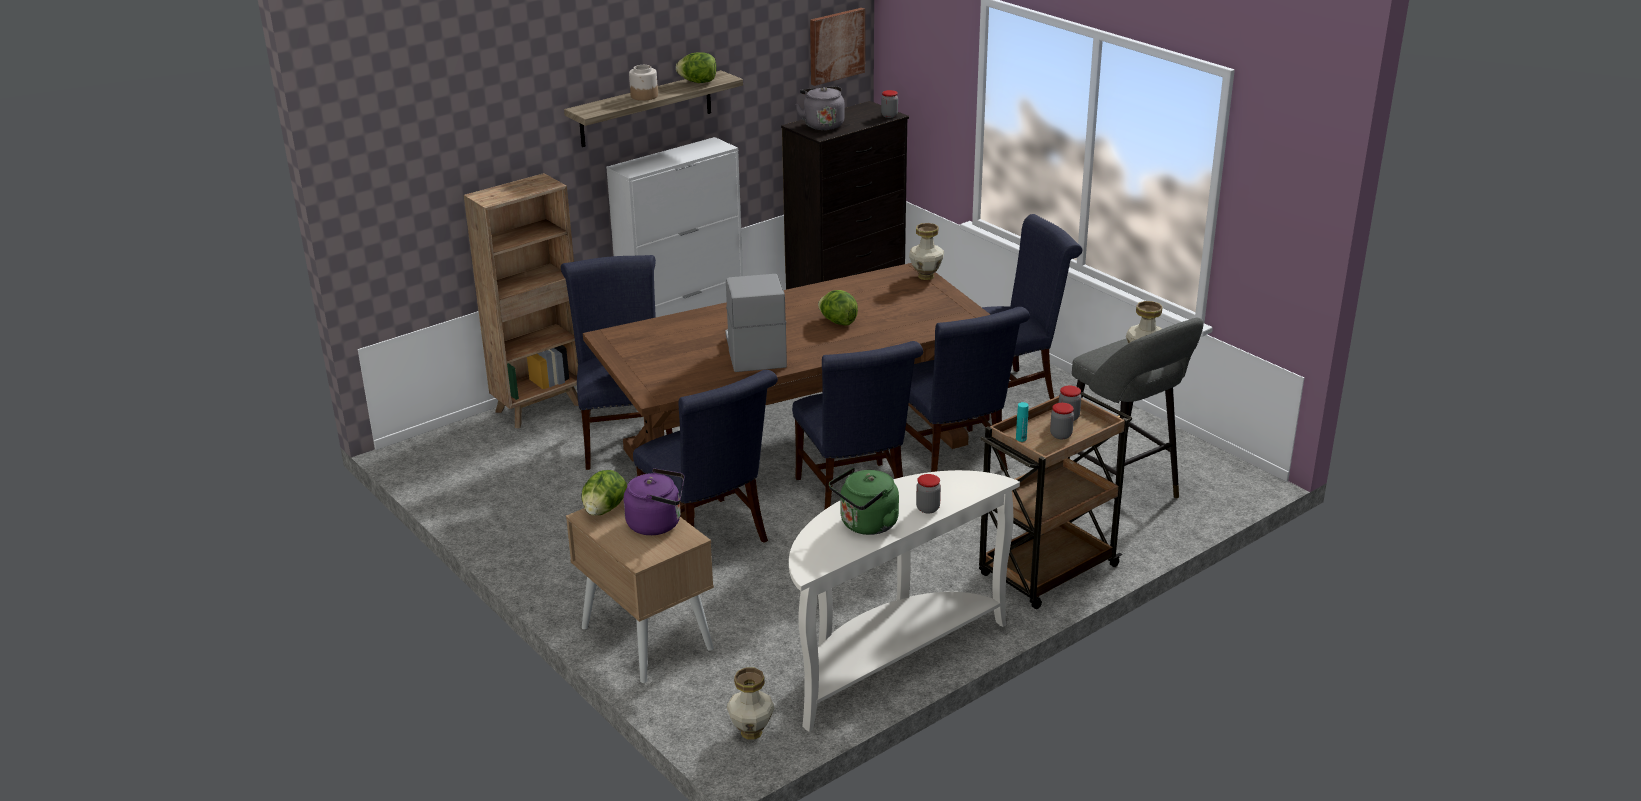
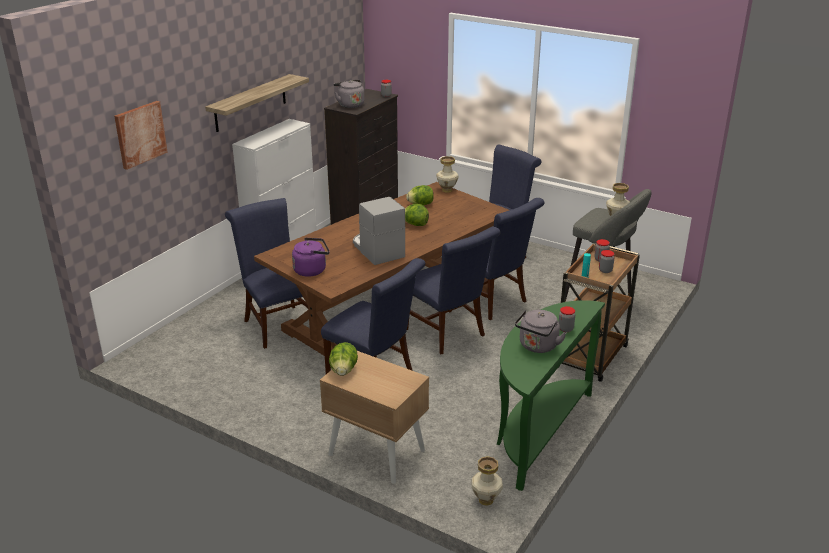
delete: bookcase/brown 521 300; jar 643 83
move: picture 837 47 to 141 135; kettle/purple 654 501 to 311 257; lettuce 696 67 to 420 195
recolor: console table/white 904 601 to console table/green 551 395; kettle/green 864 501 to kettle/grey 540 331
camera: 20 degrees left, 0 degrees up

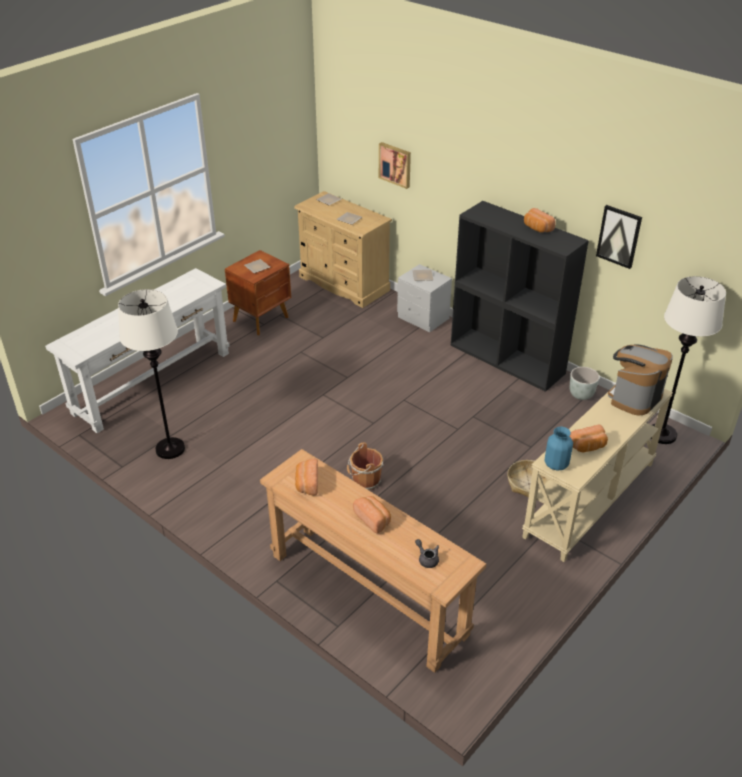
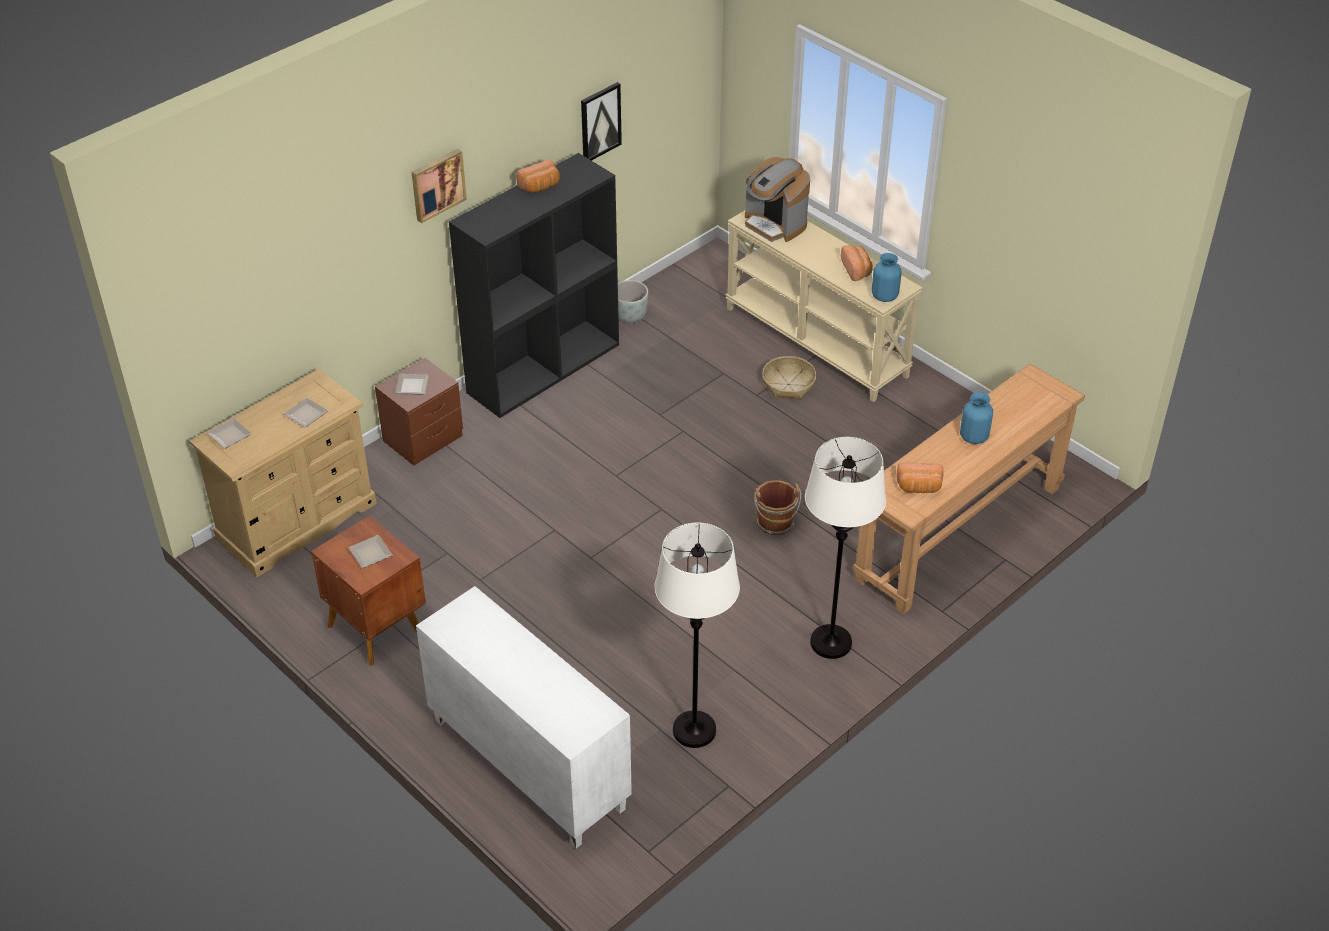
delete: teapot/grey 427 553
move: picture 395 165 to 439 185; floor lamp/white 688 360 to 845 548
replace: console table/white 137 350 to cabinet/white 524 717; bread 372 514 to vase/blue 976 418
recolor: nightstand/grey 424 298 to nightstand/brown 419 412
camera: 85 degrees left, 5 degrees up

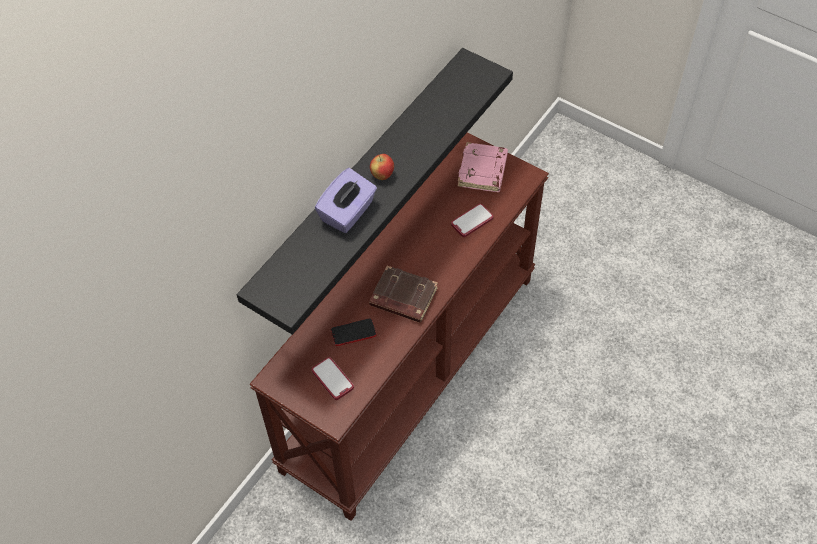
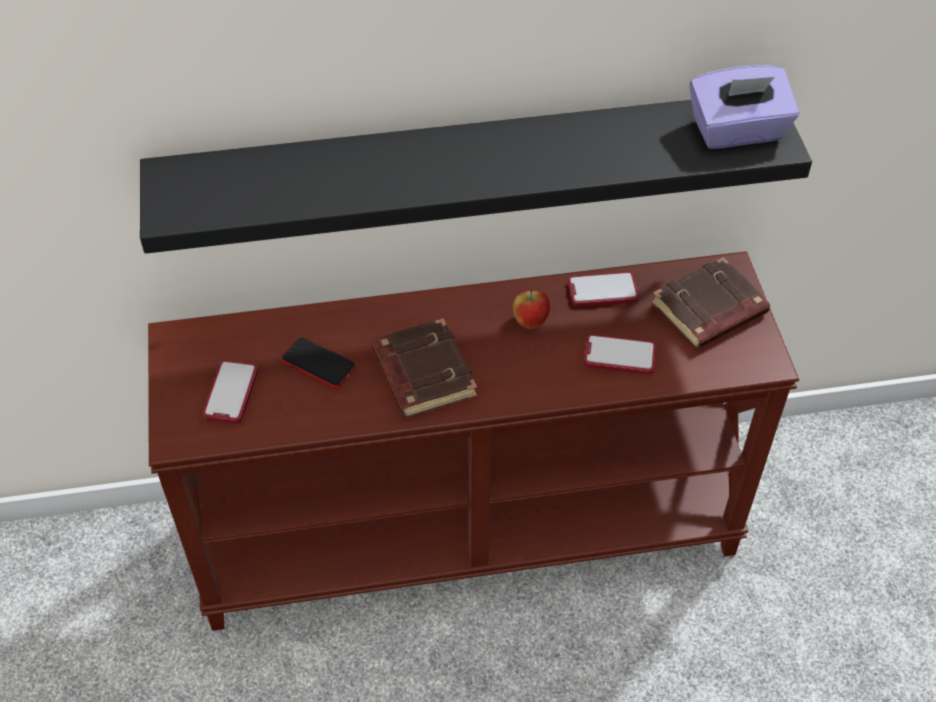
insert: phone 603 289
move: apple 382 167 to 531 309; tissue box/purple 346 200 to 744 107
recolor: book/pink 482 167 to book/brown 711 303
camera: 45 degrees right, 5 degrees down

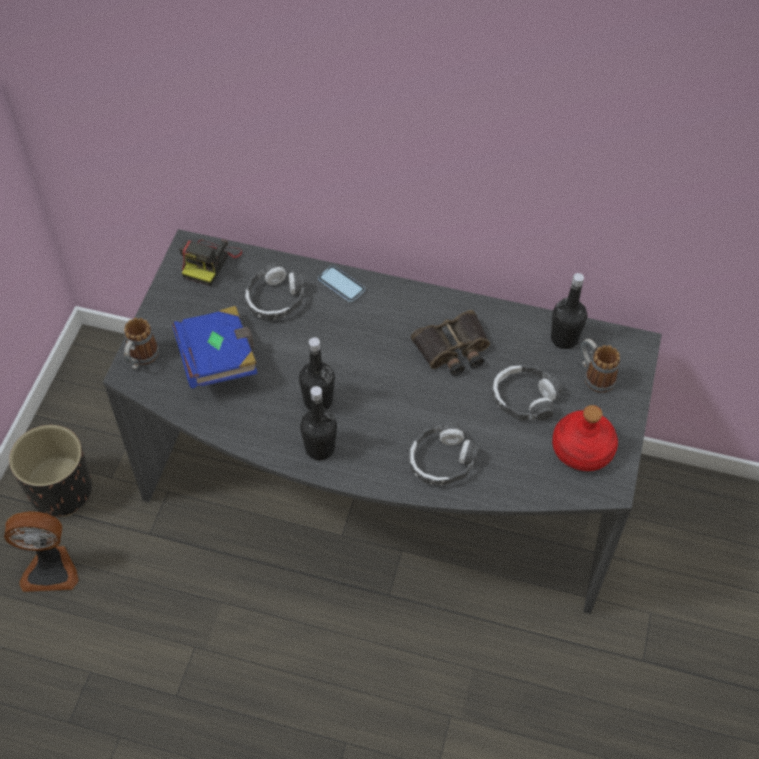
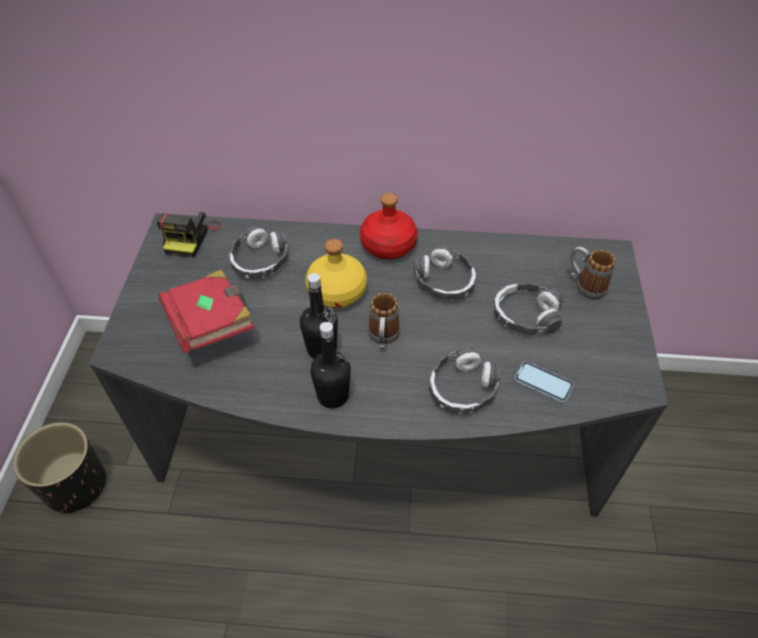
delete: fan 41 551; bottle/black 569 311
insert: bottle/yellow 336 273
move: bottle/red 585 438 to 389 226; mug 141 344 to 384 321; phone 341 283 to 544 382
replace: binoculars 450 343 to headphones 445 272
recolor: book/blue 215 347 to book/red 206 311
camera: 10 degrees left, 5 degrees down

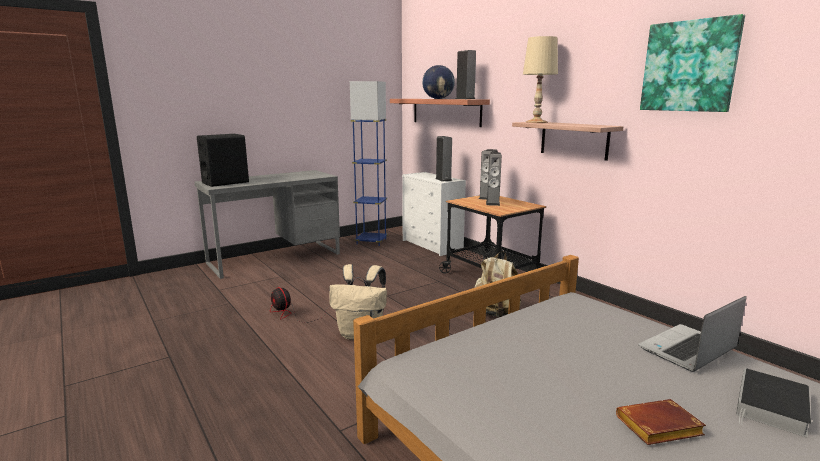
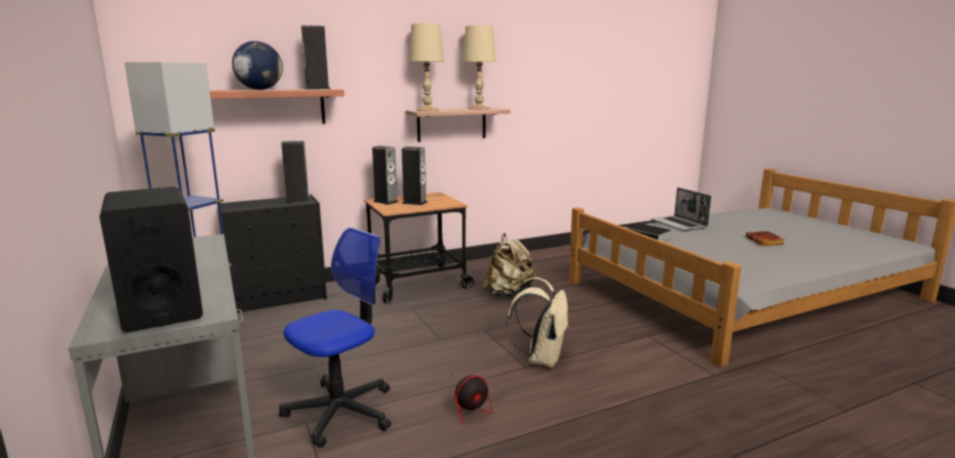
delete: picture 692 63
insert: office chair 335 337; table lamp/beige 479 67
move: book 773 402 to 648 233
recolor: dresser/white 434 214 to dresser/black 272 253
camera: 80 degrees left, 0 degrees up

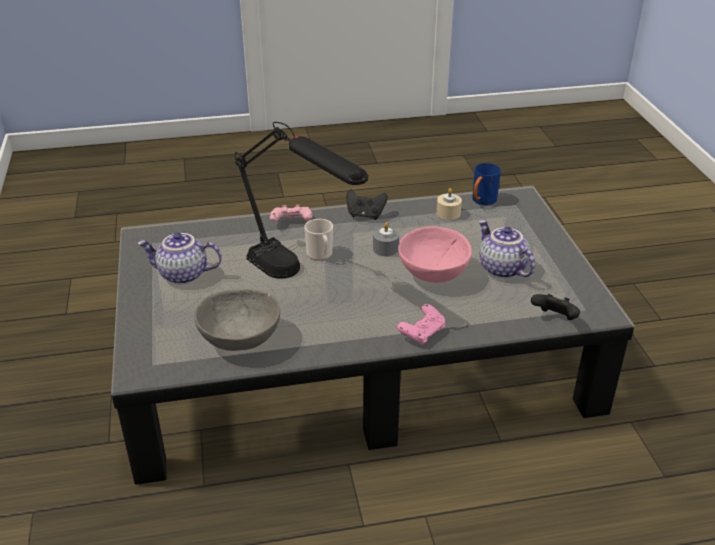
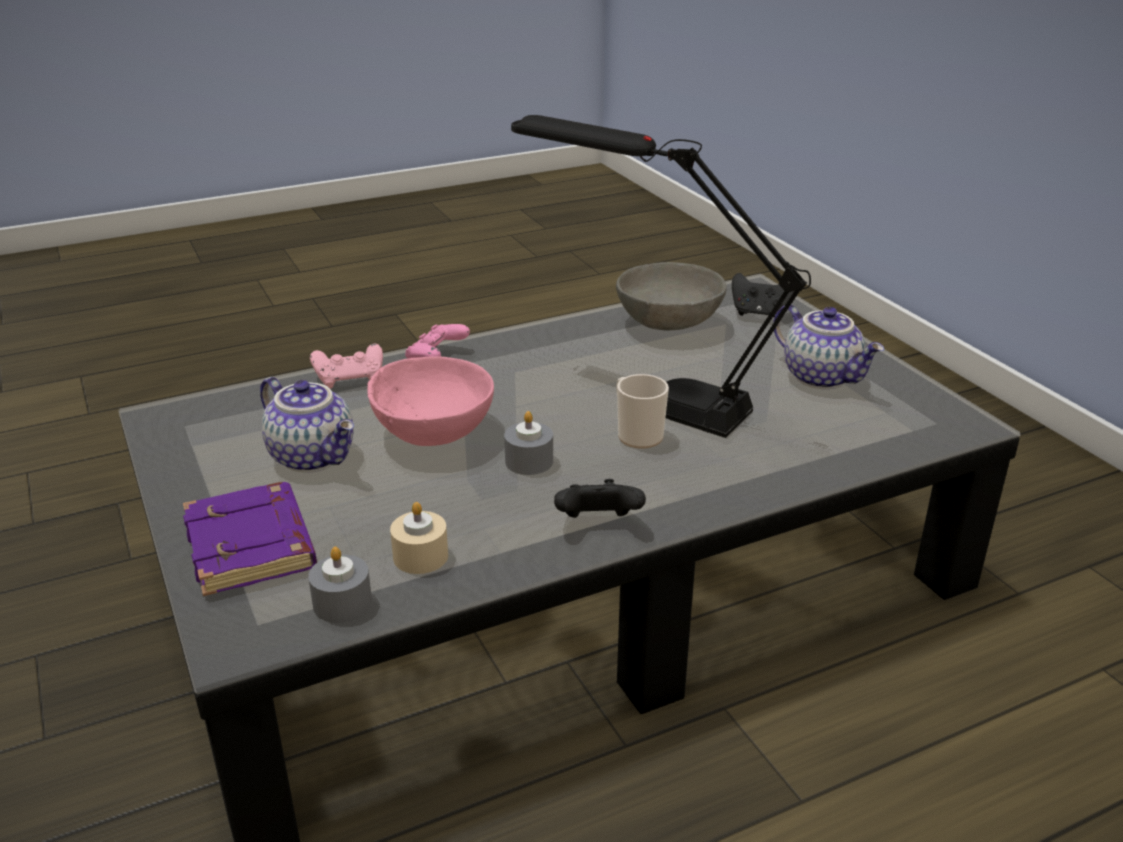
insert: book/purple 250 539
move: game controller/pink 291 213 to 346 366; game controller/black 555 307 to 763 295
replace: mug/blue 486 184 to candle/grey 340 585
rotate: teapot 180 258 = 828 347 60 degrees clockwise
camera: 165 degrees right, 5 degrees down

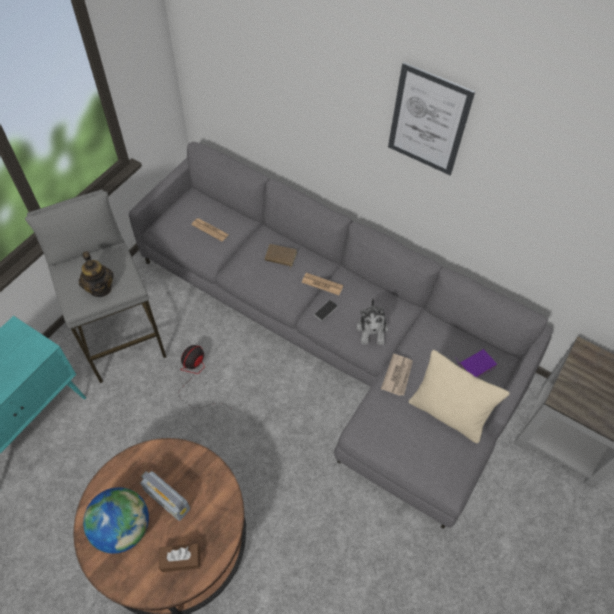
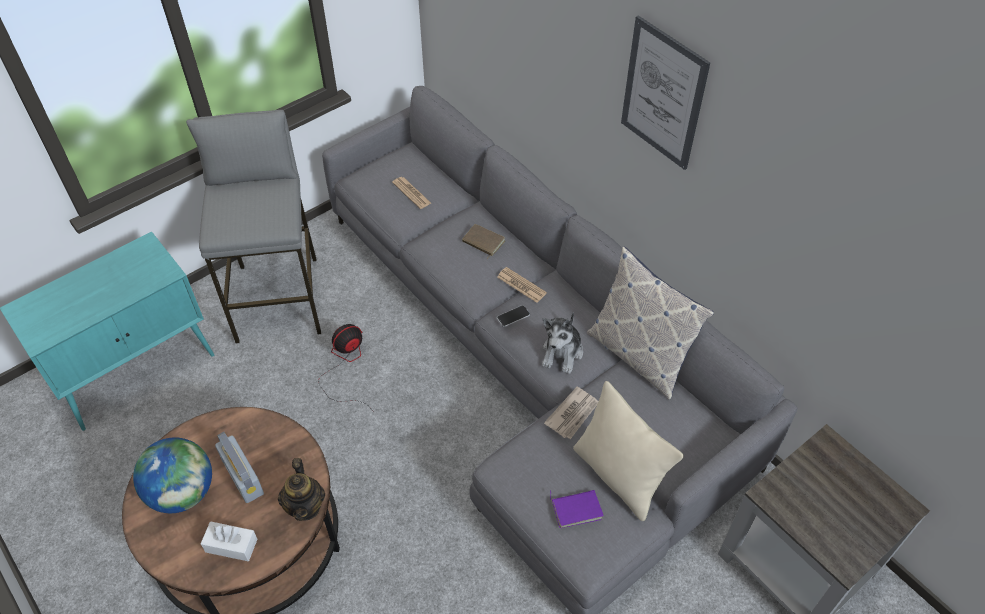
insert: pillow 650 323
move: teapot 96 274 to 301 489; book/purple 476 363 to 577 509
recolor: tissue box/brown 179 557 to tissue box/white 229 541
camera: 20 degrees right, 5 degrees down

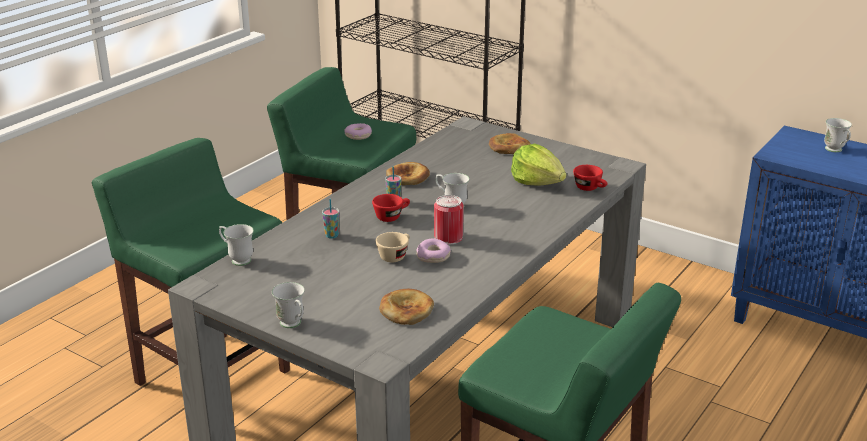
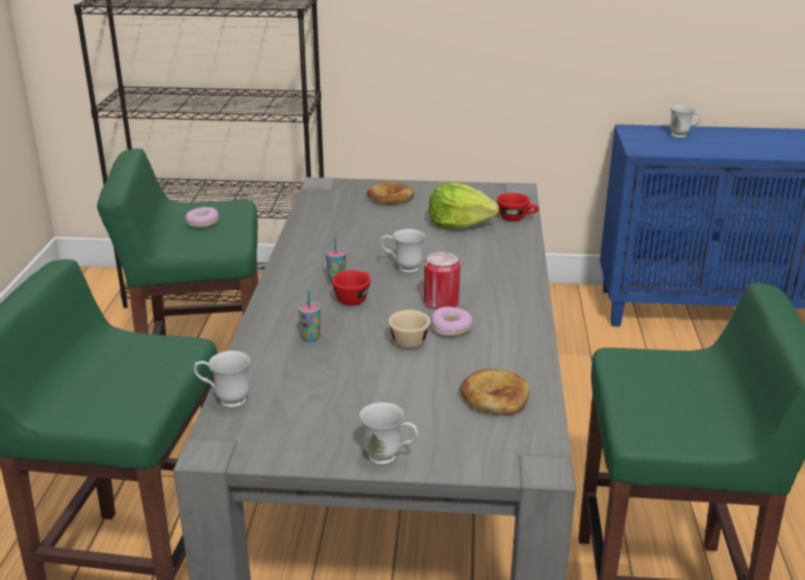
delete: bread 408 173
camera: 30 degrees left, 0 degrees up

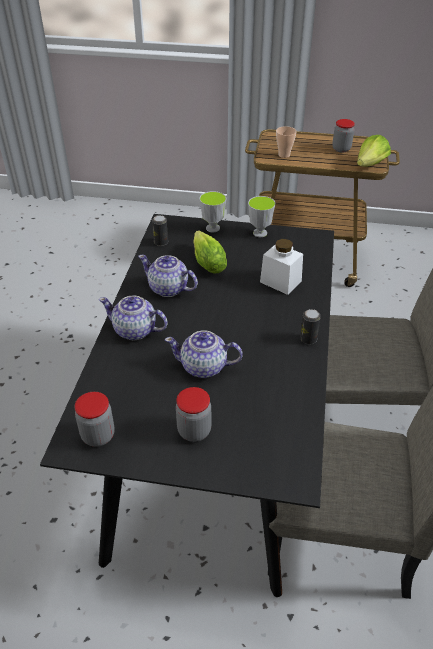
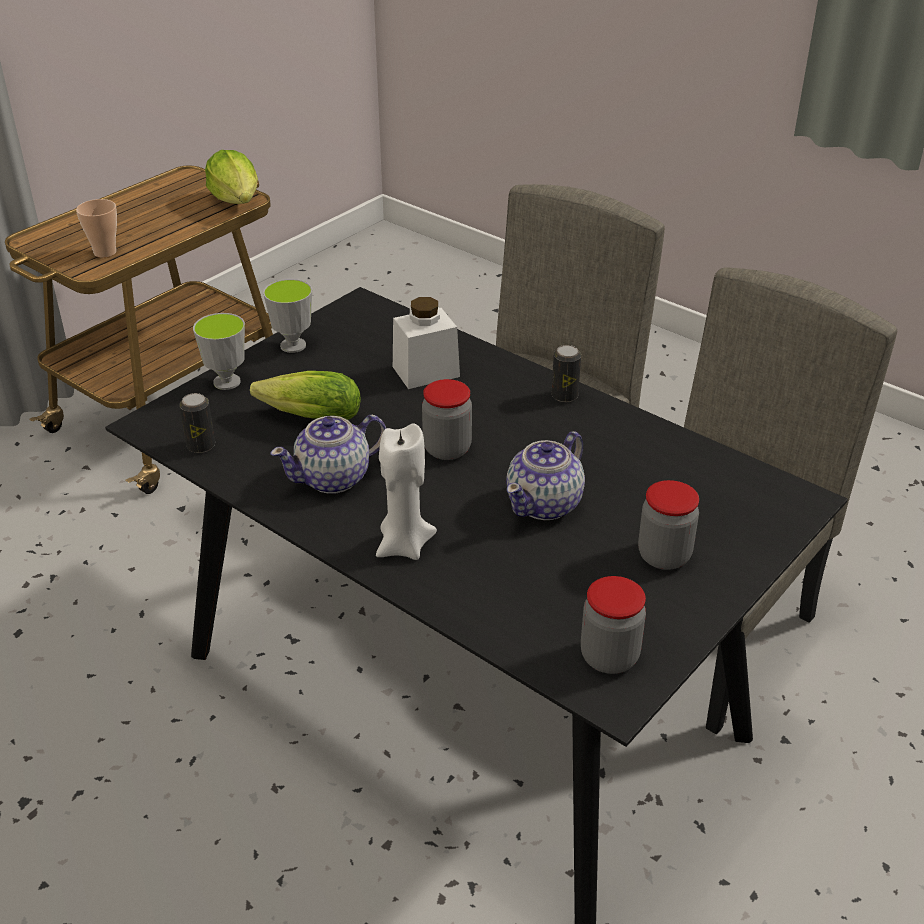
move: jar 343 136 to 447 419
replace: teapot 133 317 to candle/white 406 491
camera: 60 degrees left, 5 degrees down

